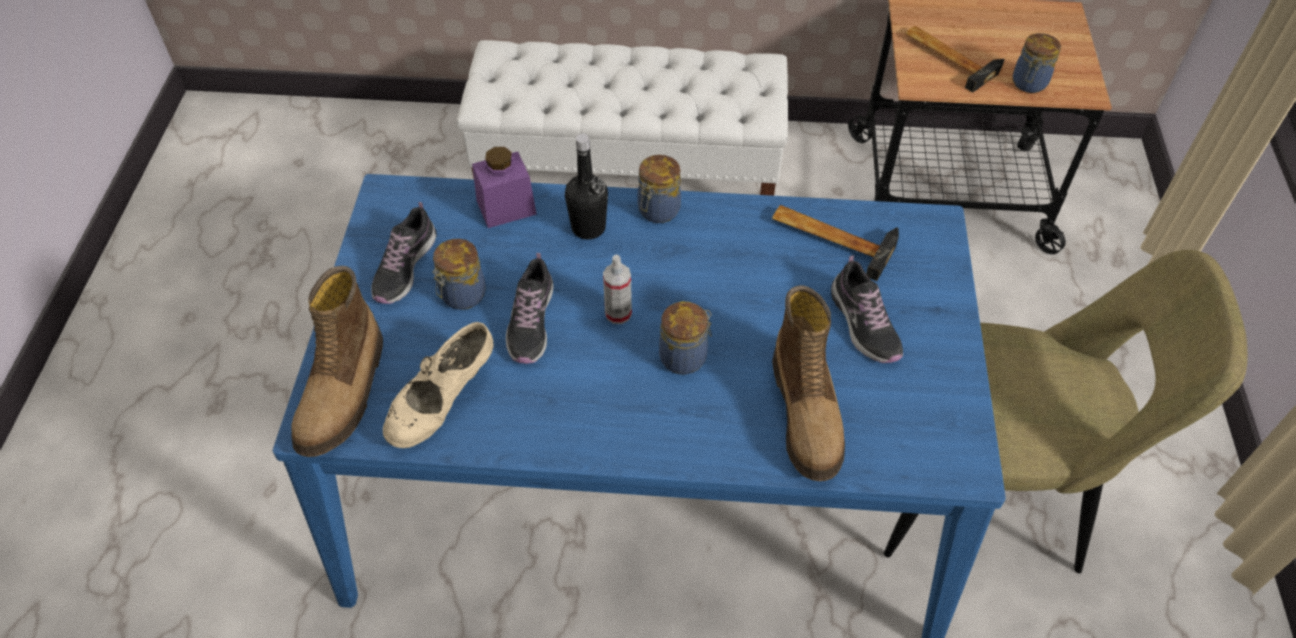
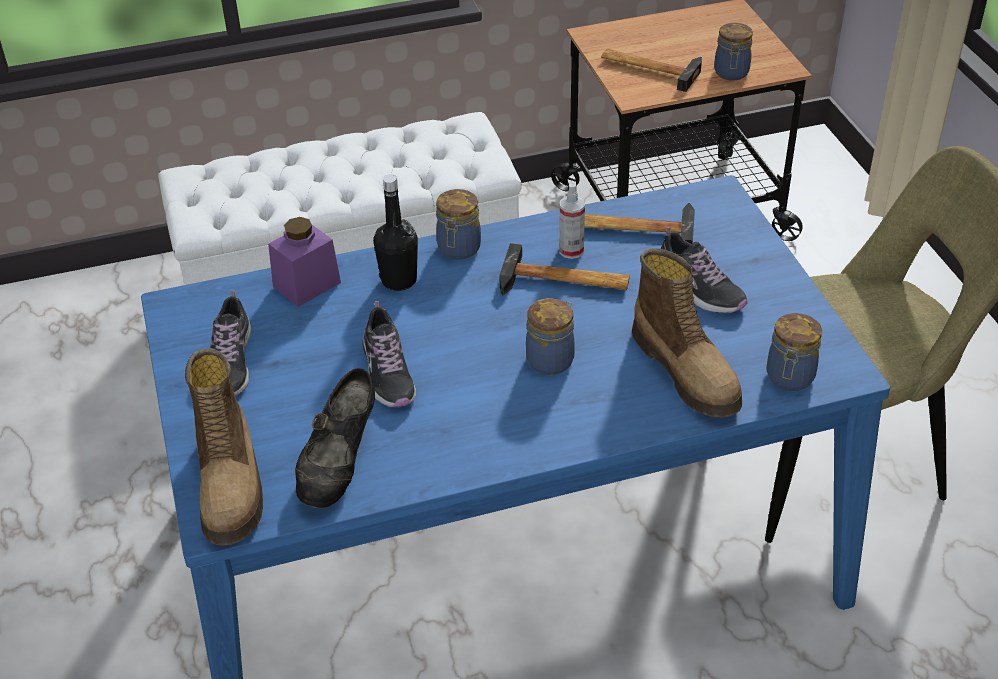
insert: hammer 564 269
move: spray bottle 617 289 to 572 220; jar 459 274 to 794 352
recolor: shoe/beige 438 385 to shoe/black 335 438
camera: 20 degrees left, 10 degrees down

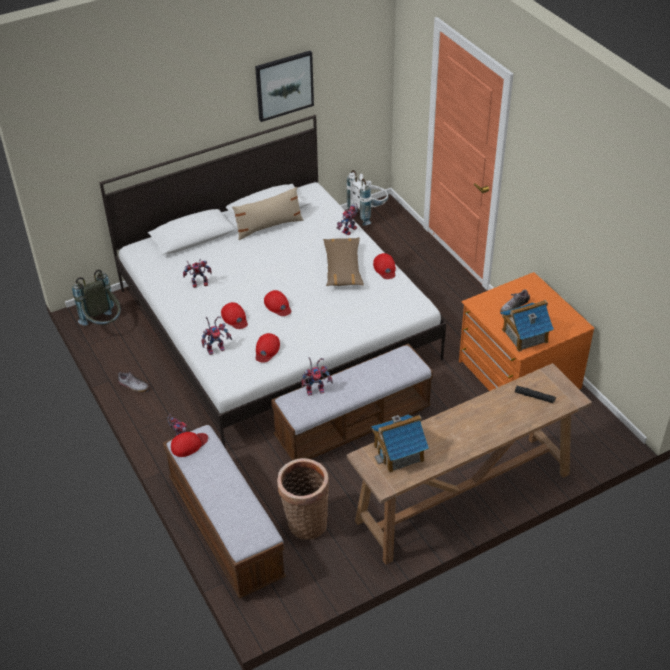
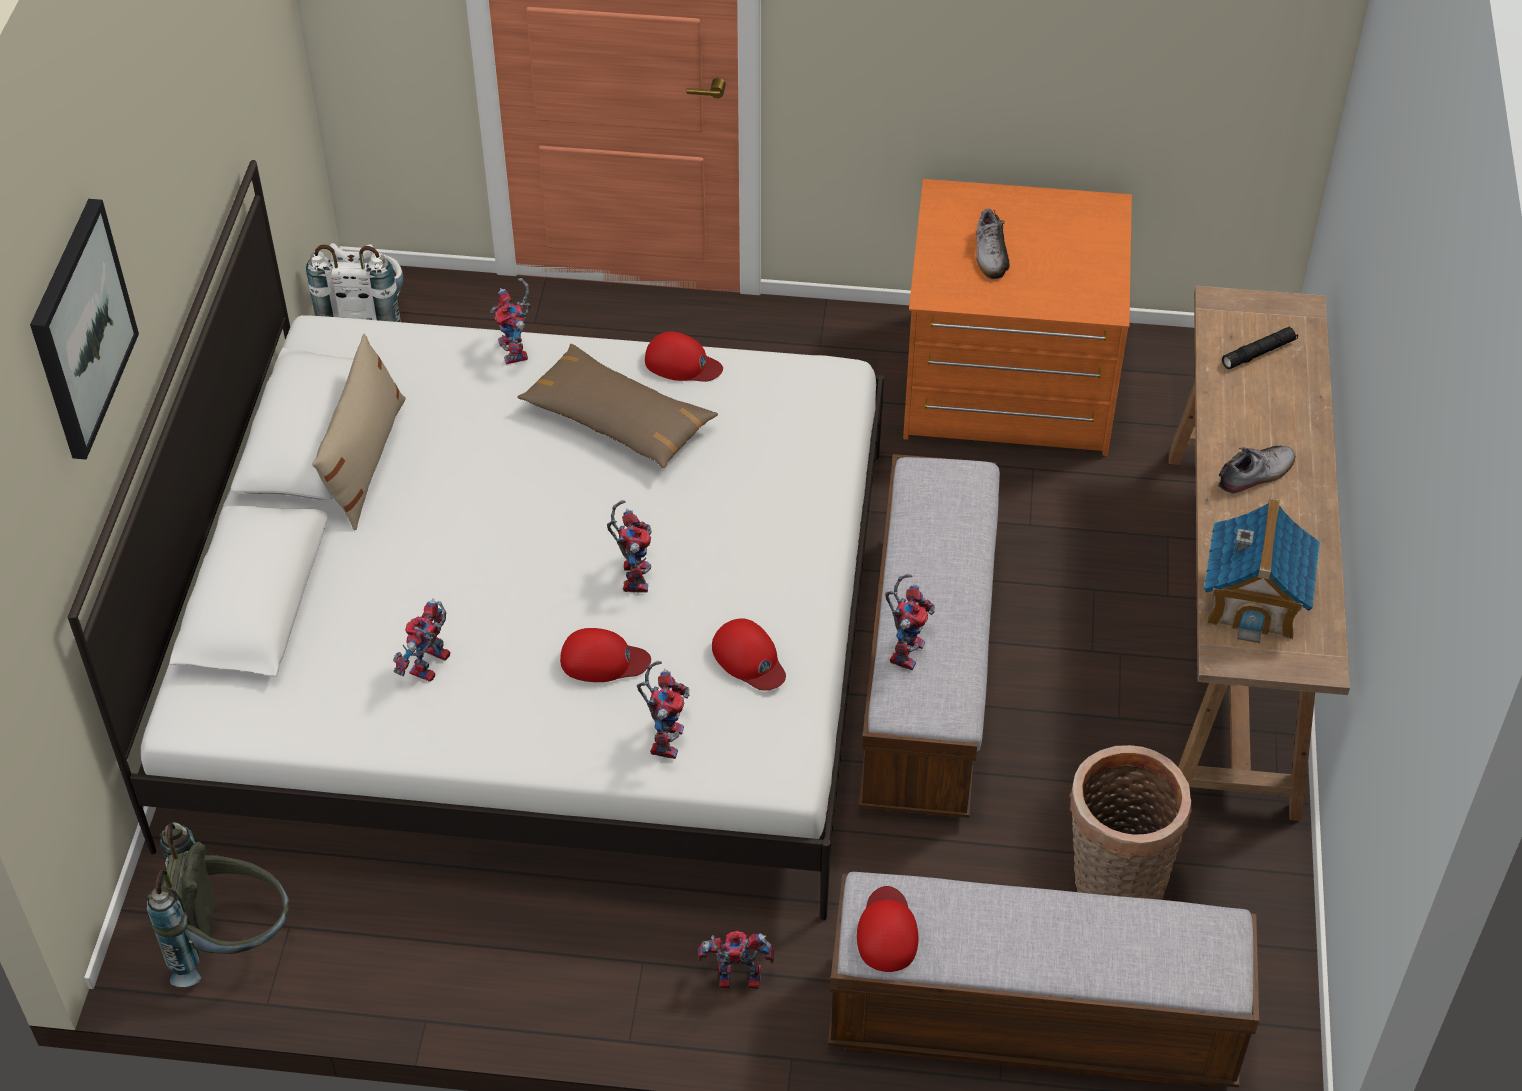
delete: toy house 527 326
move: picture 284 86 to 84 329; shoe 134 381 to 1256 469
replace: cap/red 277 303 to toy robot 629 546
camera: 55 degrees left, 5 degrees up

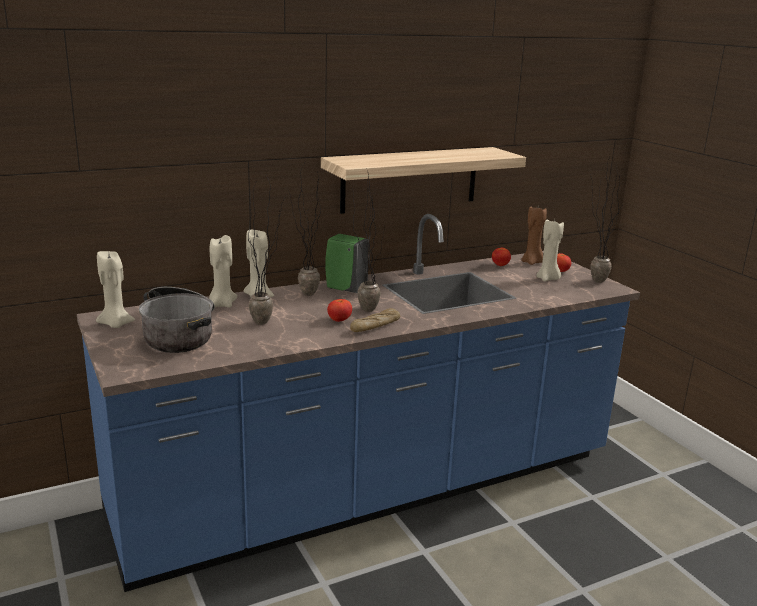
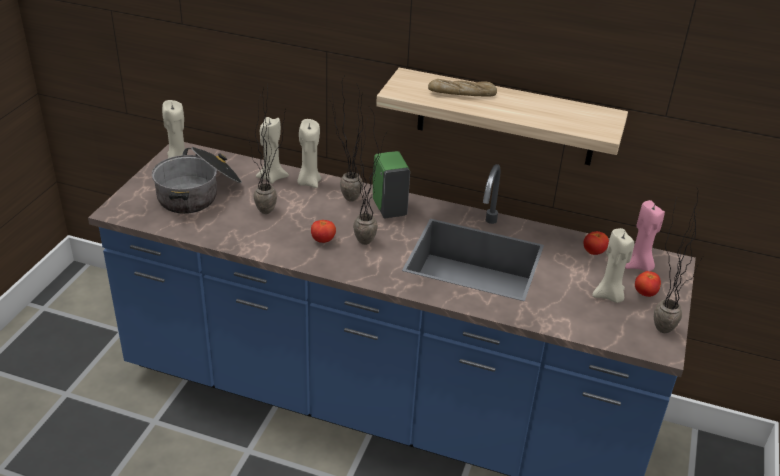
move: bread 375 320 to 462 88
recolor: candle/brown 534 234 to candle/pink 645 235
camera: 45 degrees right, 15 degrees up

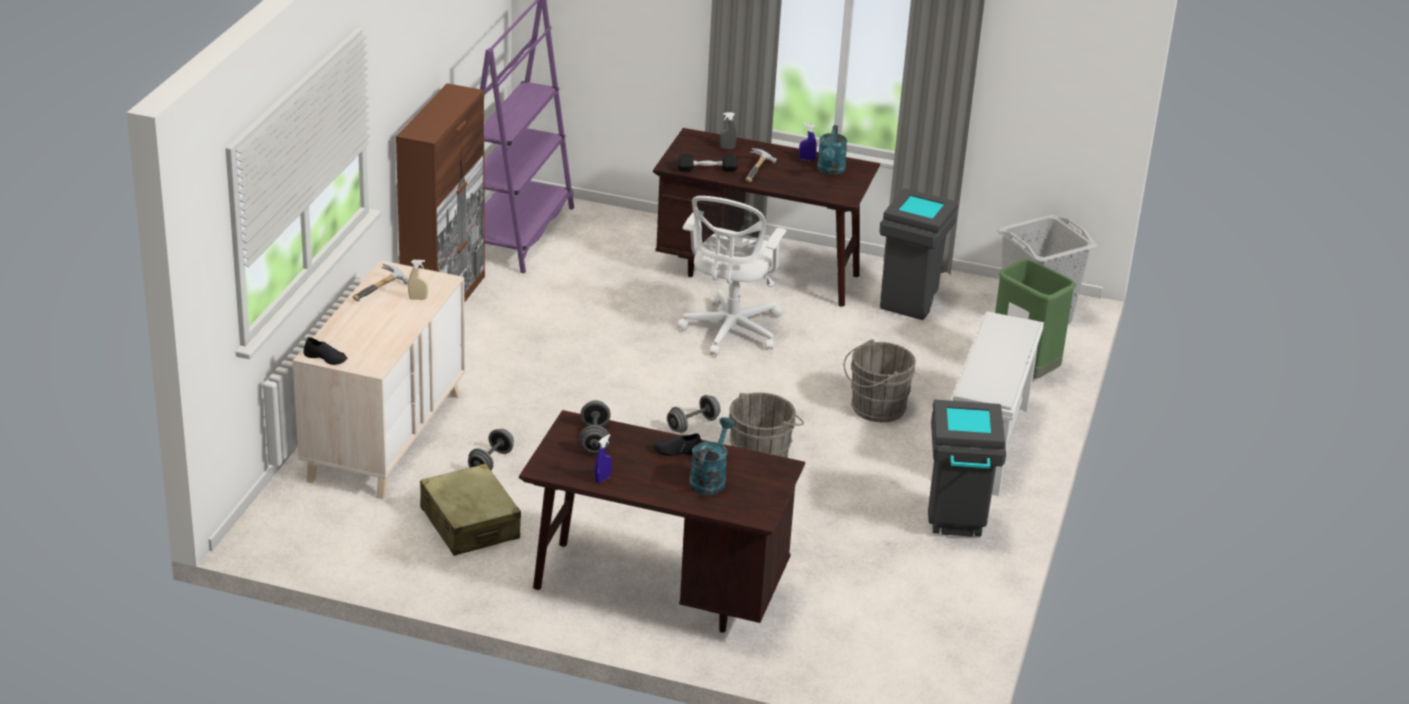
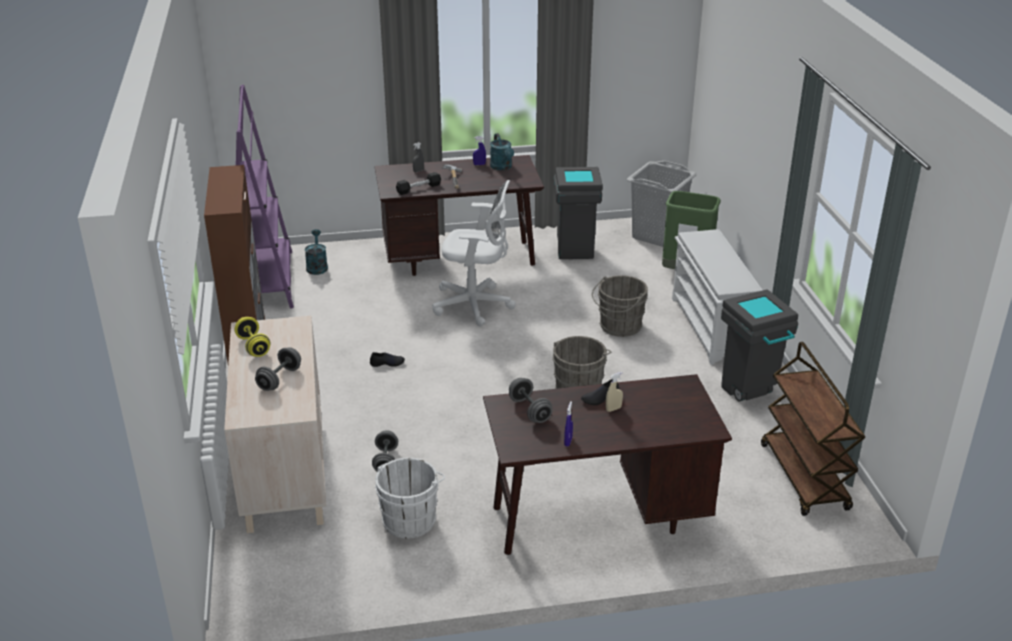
insert: cart/brown 813 429
move: dumbbell/grey 693 414 to 278 369; watering can/turquoise 712 456 to 316 252; shoe/black 325 351 to 387 359; spray bottle/beige 418 280 to 614 392
replace: hammer 380 282 to dumbbell/yellow 252 337; suitcase/beige 470 510 to bucket/white 410 498
rotate: office chair/white 731 276 = 474 253 75 degrees counterclockwise
camera: 25 degrees left, 0 degrees up

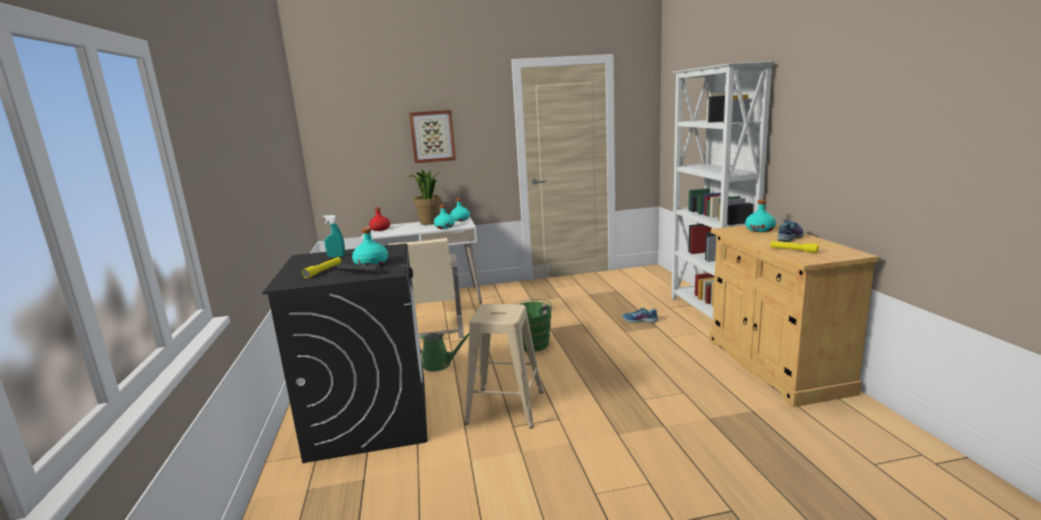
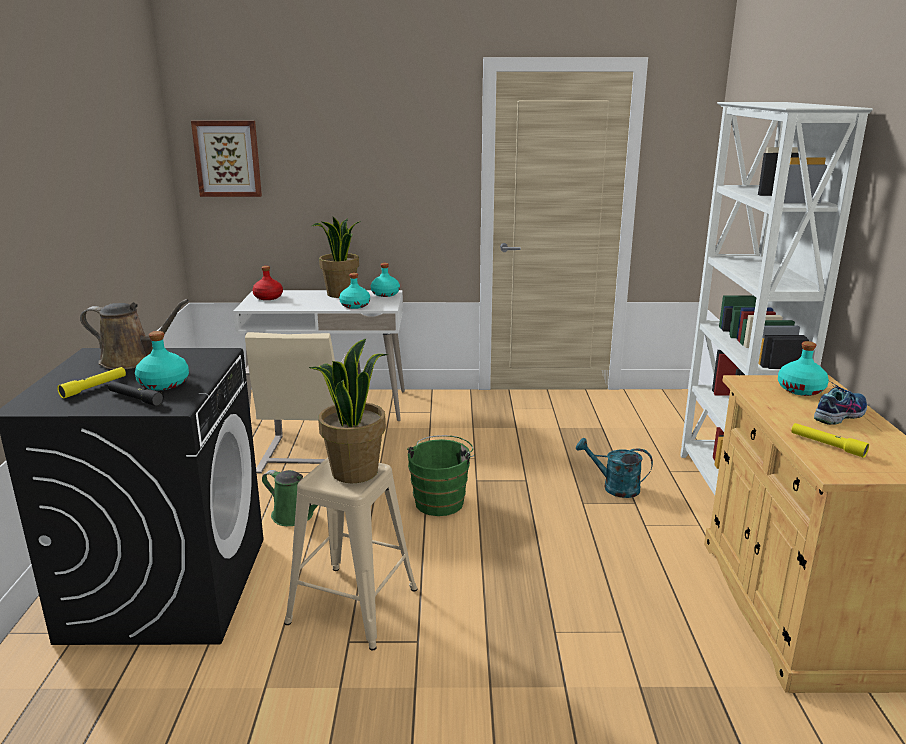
insert: potted plant 349 411
move: picture 432 136 to 226 159
replace: spray bottle/turquoise 334 236 to watering can/brown 134 334; shoe 640 315 to watering can/turquoise 614 468
camera: 10 degrees right, 5 degrees up

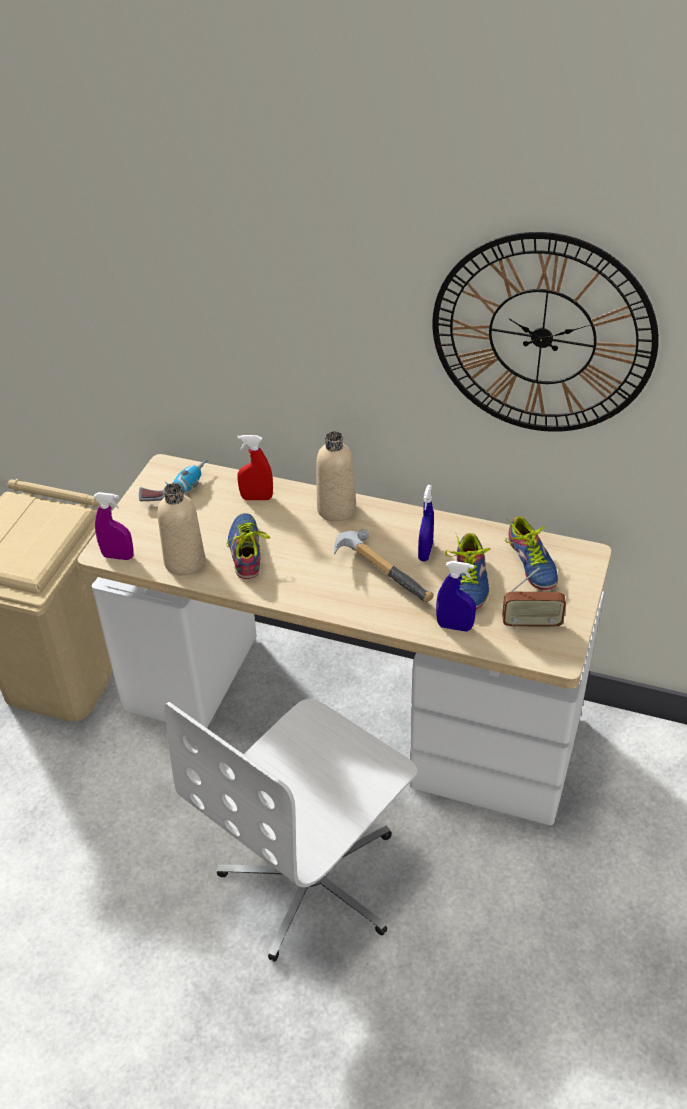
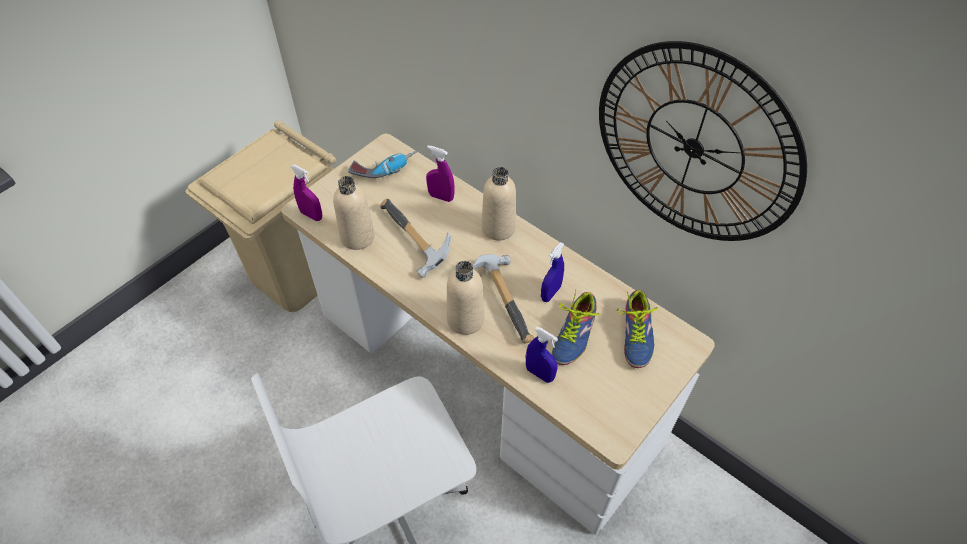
delete: radio 534 599
insert: bottle/beige 465 298
replace: shoe 248 546 to hammer 416 238
recolor: spray bottle/red 255 467 to spray bottle/purple 440 173
camera: 20 degrees right, 10 degrees up

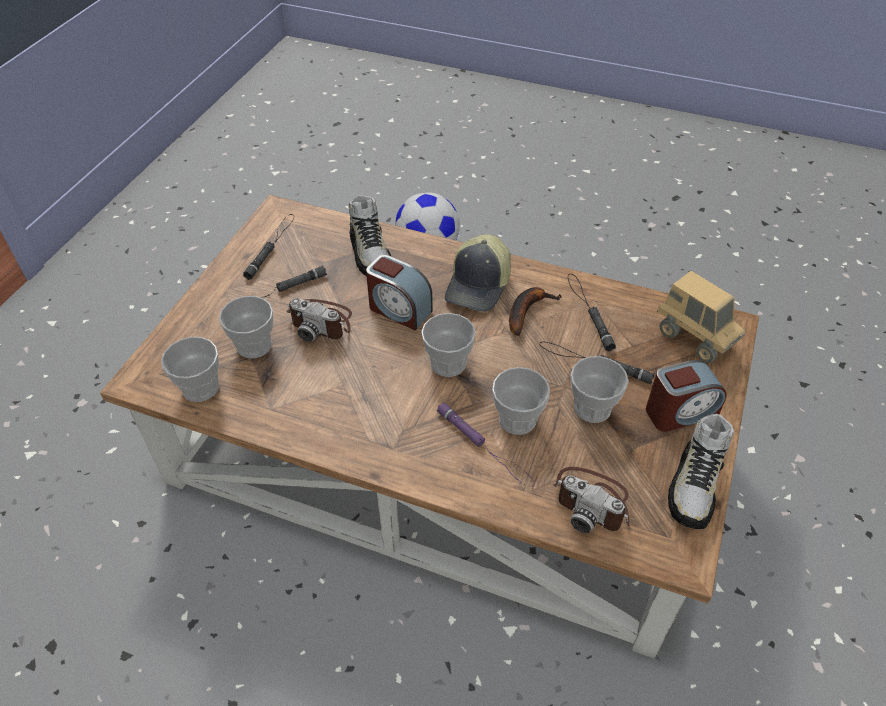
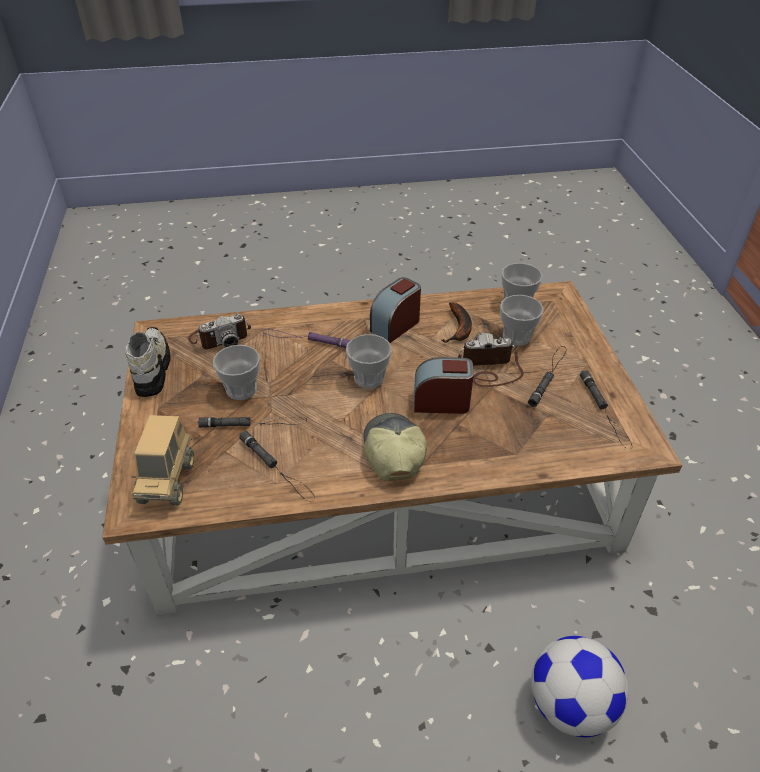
delete: shoe 370 235; cup 521 401
move: alarm clock 686 396 to 395 310; banana 535 311 to 457 322
rotate: toy truck 701 317 = 162 460 105 degrees counterclockwise; photo camera 591 500 = 219 331 150 degrees clockwise
camera: 150 degrees right, 5 degrees down

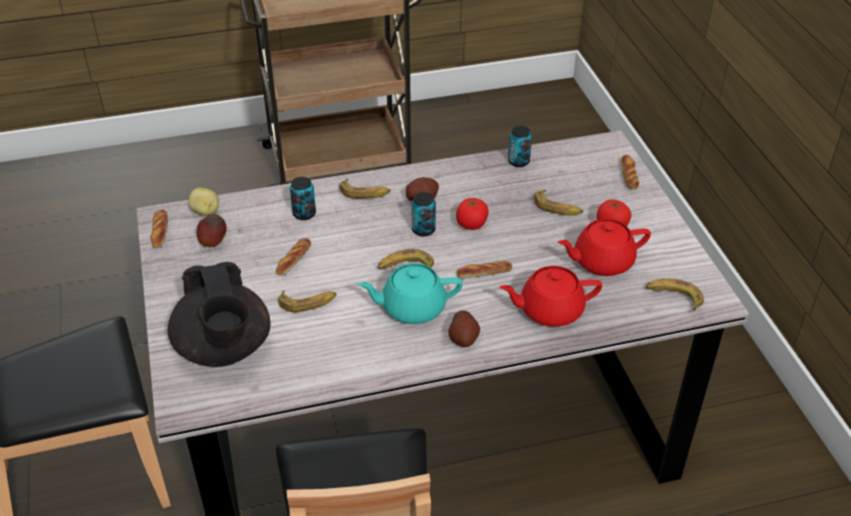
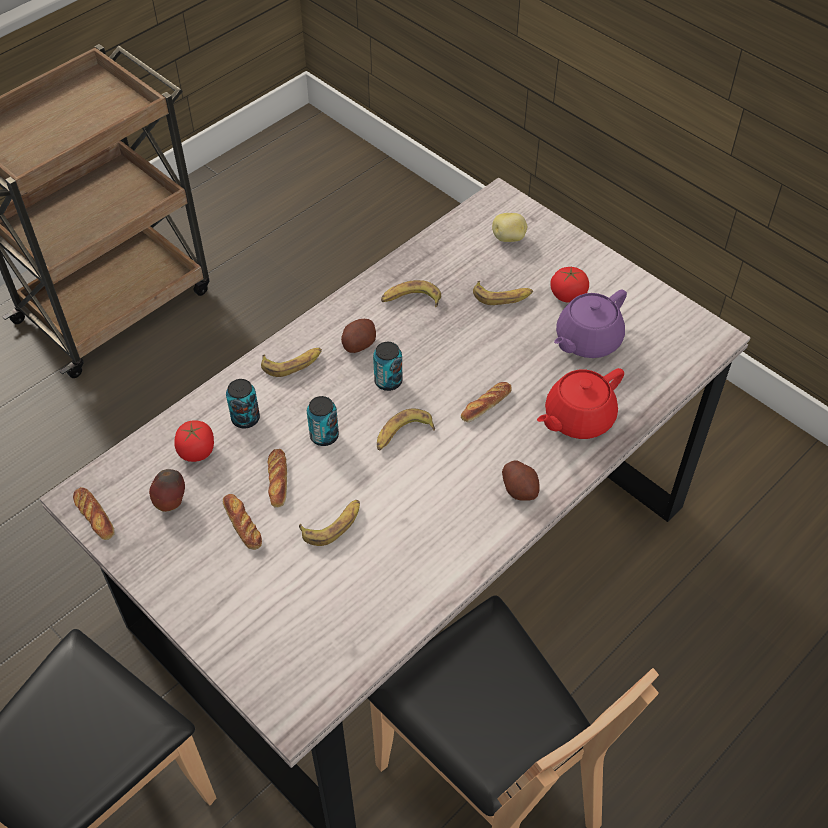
delete: teapot/black 218 314; teapot/turquoise 410 293
move: tomato 472 214 to 194 441; bread 630 172 to 242 522; can 520 146 to 323 421; banana 675 295 to 411 293; potato 203 202 to 509 227
recolor: teapot/red 604 247 to teapot/purple 590 323
camera: 30 degrees left, 10 degrees up

